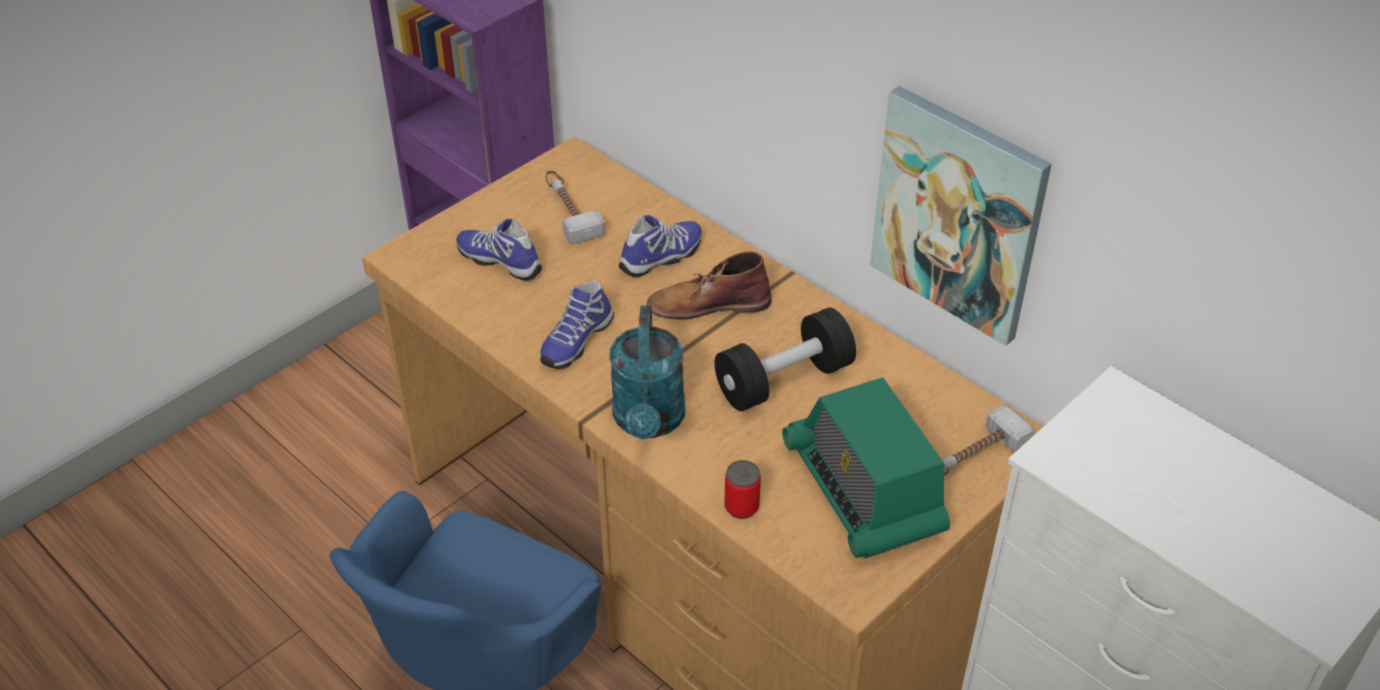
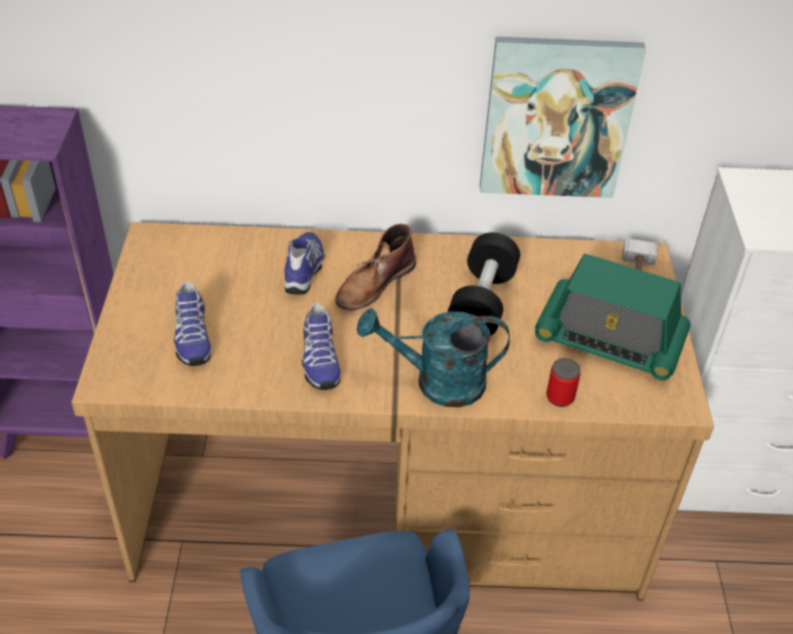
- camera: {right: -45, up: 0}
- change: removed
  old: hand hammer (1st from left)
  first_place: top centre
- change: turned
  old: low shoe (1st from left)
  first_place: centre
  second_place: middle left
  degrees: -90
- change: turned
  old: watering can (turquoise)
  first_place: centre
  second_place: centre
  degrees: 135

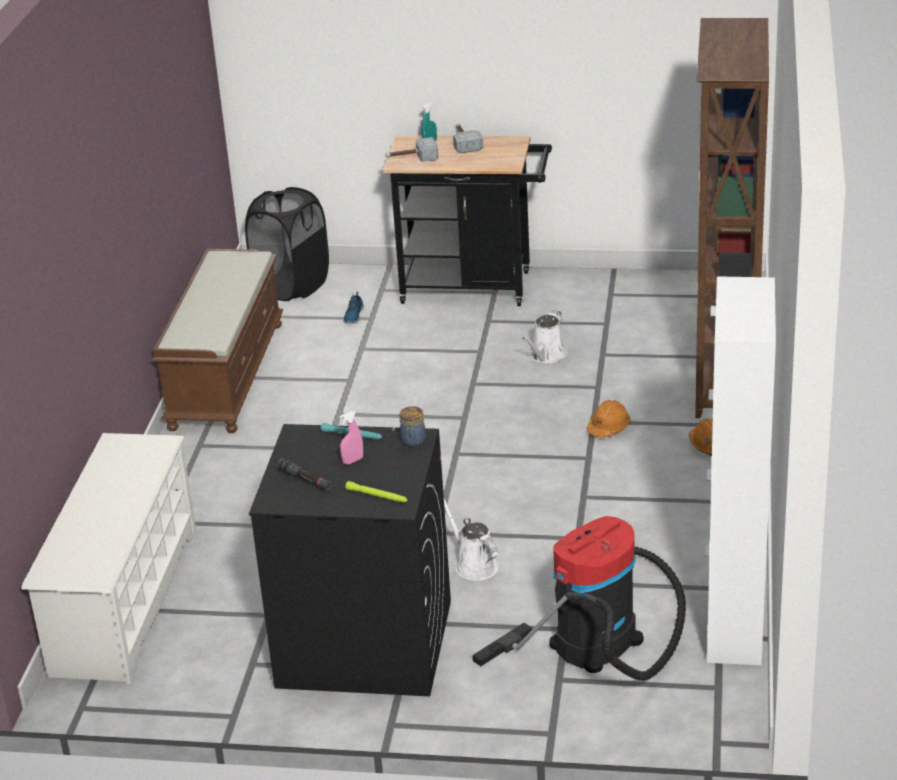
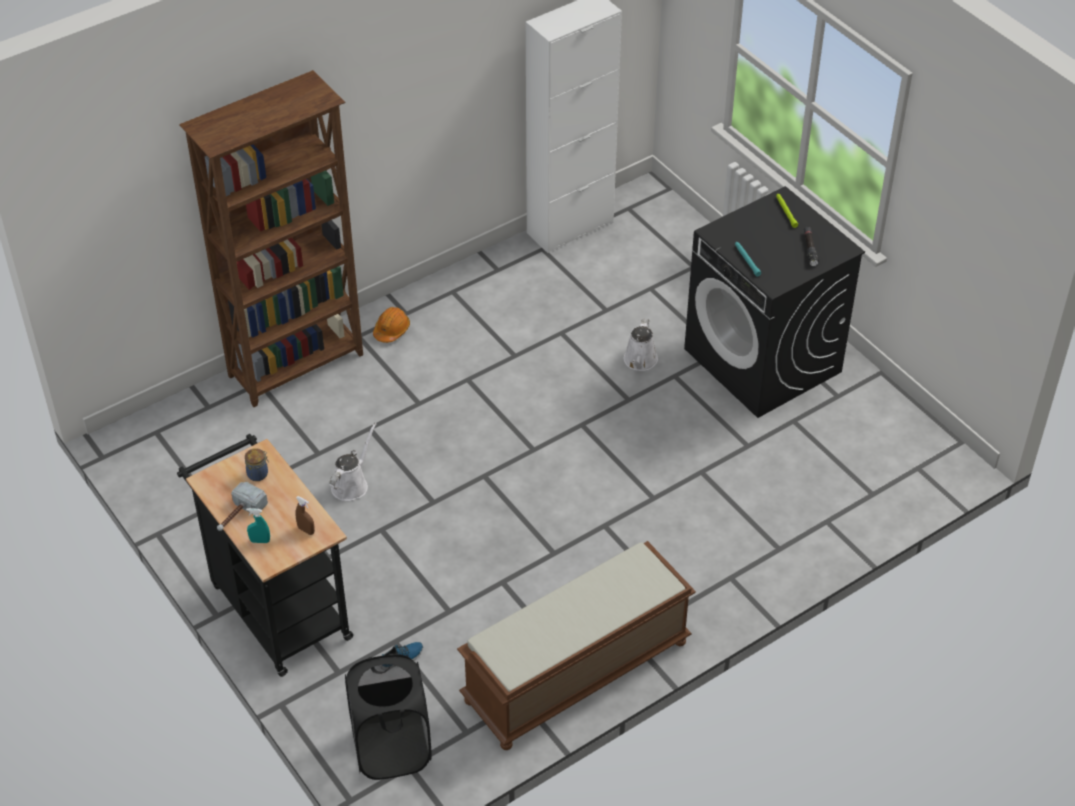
- camera: {right: -135, up: 15}
- change: removed
  old: shoe stand (whitish)
  first_place: bottom left
- change: removed
  old: hand sprayer (pinkish)
  first_place: centre
- change: removed
  old: vacuum
  first_place: bottom centre
- change: removed
  old: hard hat (orange) (1st from left)
  first_place: middle right
- change: moved
  old: jar
  first_place: centre
  second_place: middle left
- change: replaced
  old: hand hammer (1st from left)
  new: hand sprayer (brown-coloured)
  first_place: top centre
  second_place: middle left
- change: turned
  old: watering can (whitish) (2nd from left in the first image)
  first_place: centre
  second_place: middle left
  degrees: -45

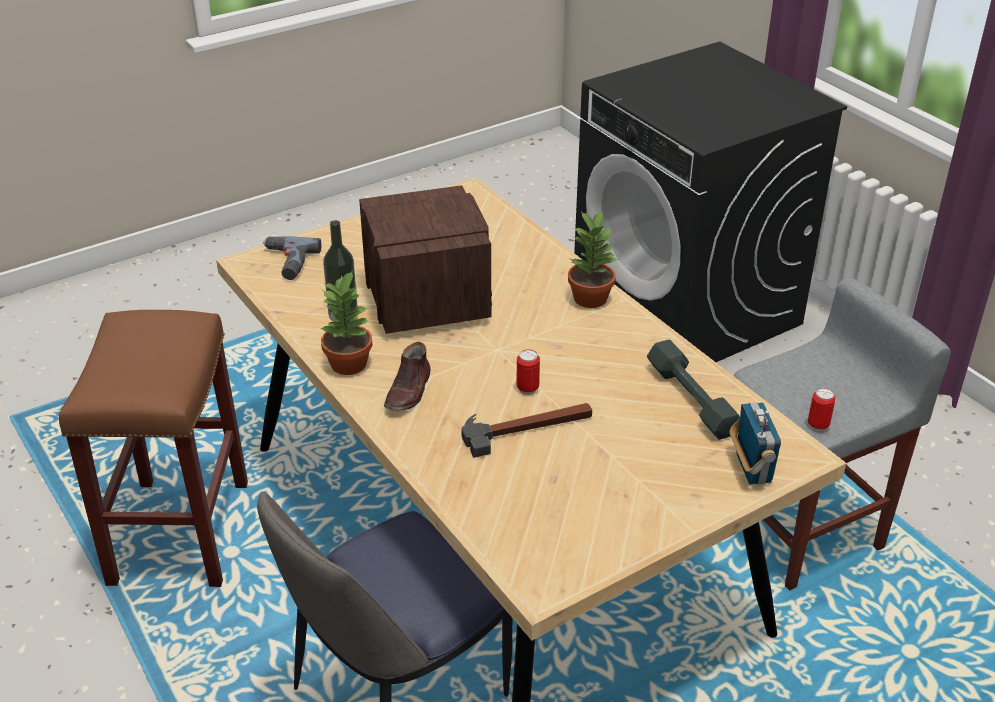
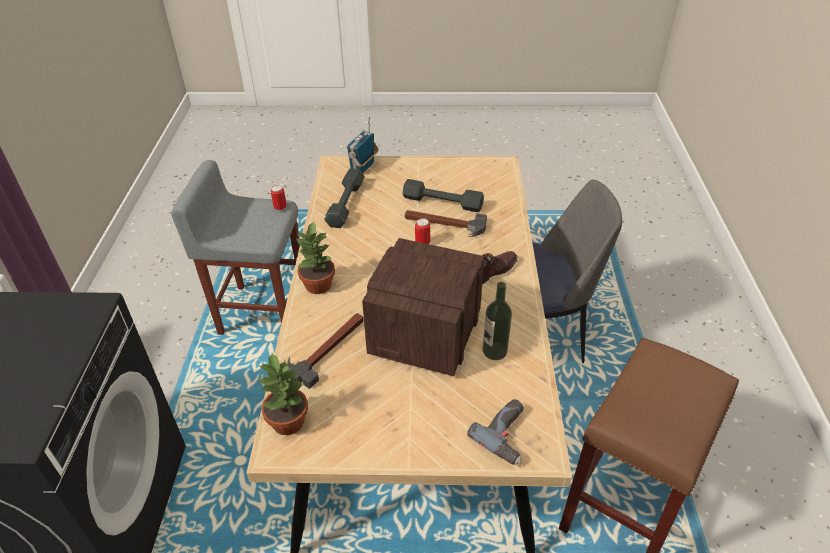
- camera: {right: -145, up: 5}
- change: added
  new: hand hammer (1st from left)
  second_place: centre
- change: added
  new: free weight (greyish) (2nd from left)
  second_place: centre
- change: moved
  old: houseplant (1st from left)
  first_place: centre
  second_place: bottom centre

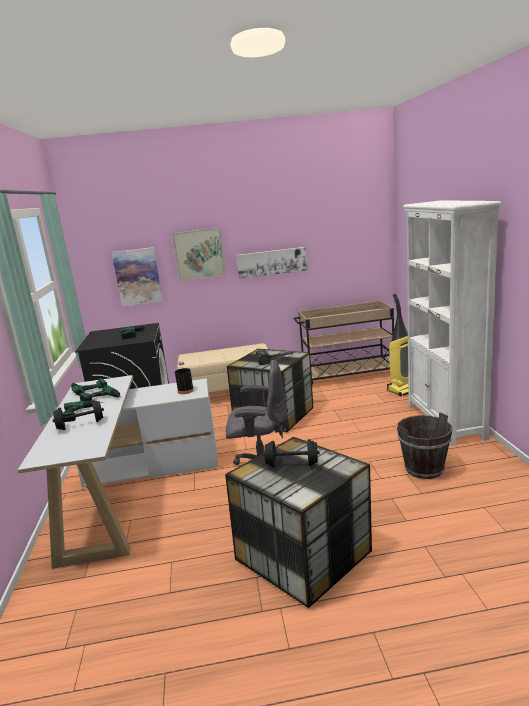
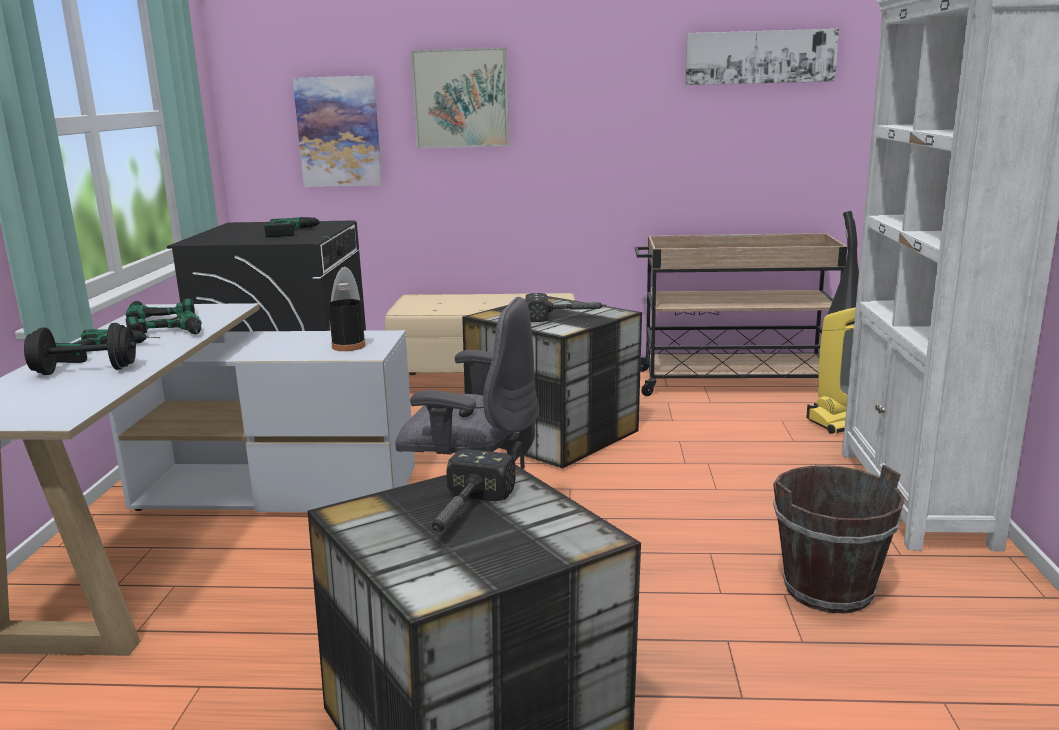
- camera: {right: 10, up: 0}
- change: moved
  old: wall picture (3rd from left)
  first_place: centre
  second_place: top right
- change: replaced
  old: free weight (blackish) (2nd from left)
  new: hand hammer (1st from left)
  first_place: centre
  second_place: bottom centre

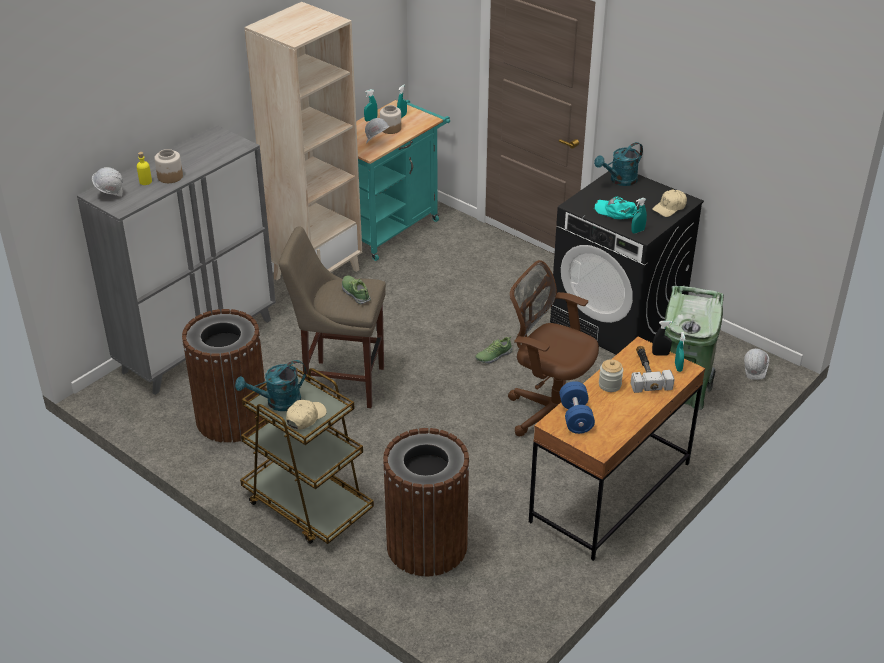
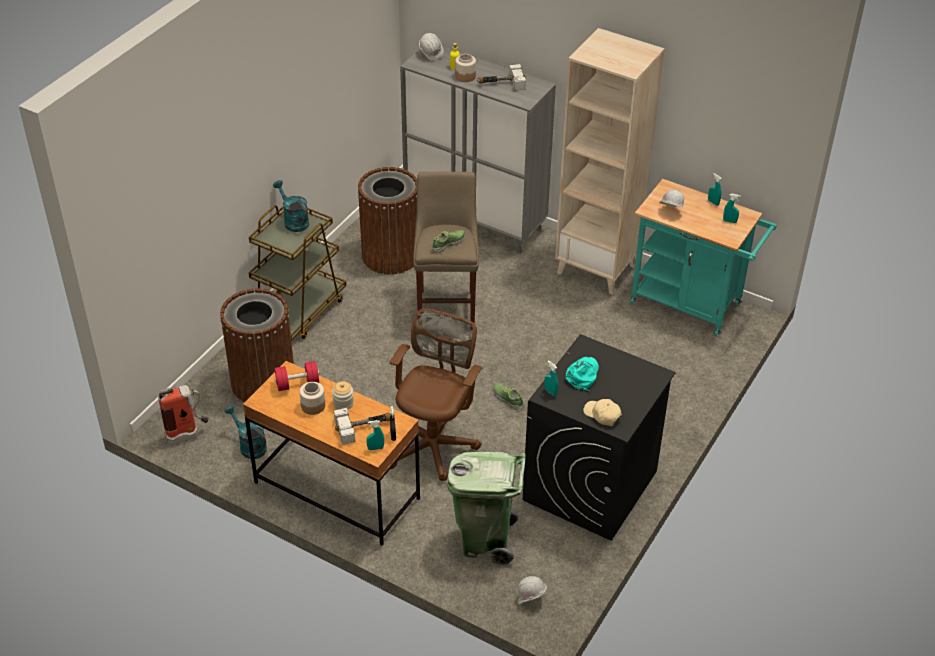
- camera: {right: 80, up: 5}
- change: removed
  old: cap (sand-coloured) (1st from left)
  first_place: centre
- change: added
  new: fire-fighting cylinder
  second_place: middle left
- change: added
  new: hand hammer (2nd from left)
  second_place: top centre
- change: moved
  old: jar (2nd from left in the first image)
  new: jar (1st from left)
  first_place: top centre
  second_place: centre
- change: moved
  old: watering can (turquoise) (2nd from left in the first image)
  new: watering can (turquoise) (1st from left)
  first_place: top right
  second_place: middle left
- change: recoloured
  old: free weight (bluish)
  new: free weight (red-coloured)
  first_place: centre
  second_place: middle left

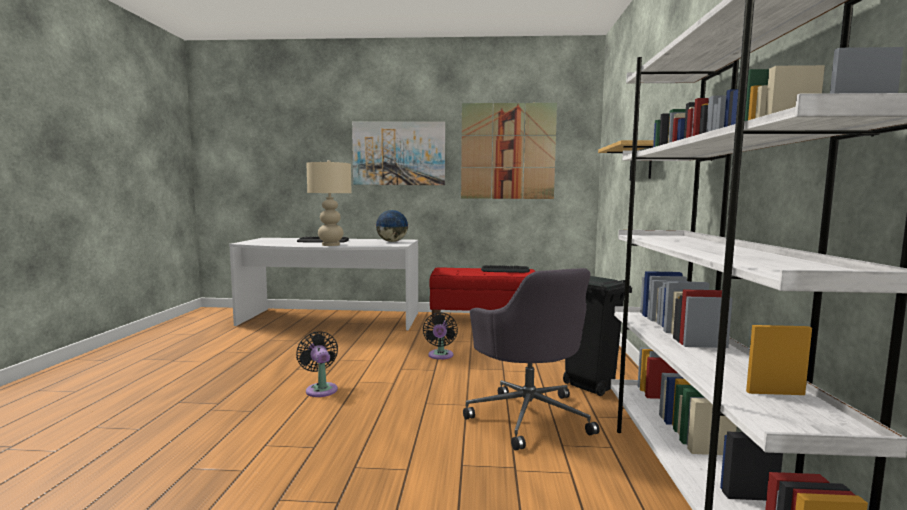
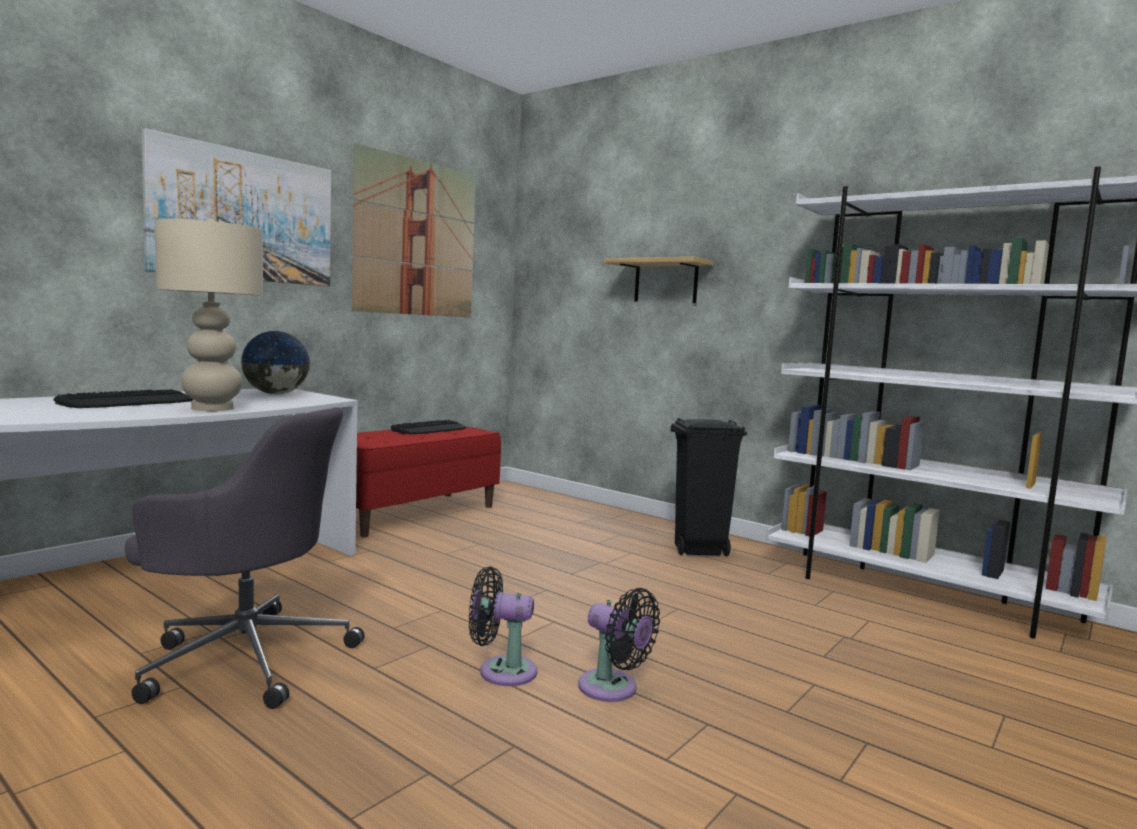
- camera: {right: -55, up: 0}
- change: moved
  old: fan (blackish) (2nd from left)
  first_place: centre
  second_place: bottom centre
- change: moved
  old: computer chair (greyish)
  first_place: bottom centre
  second_place: bottom left

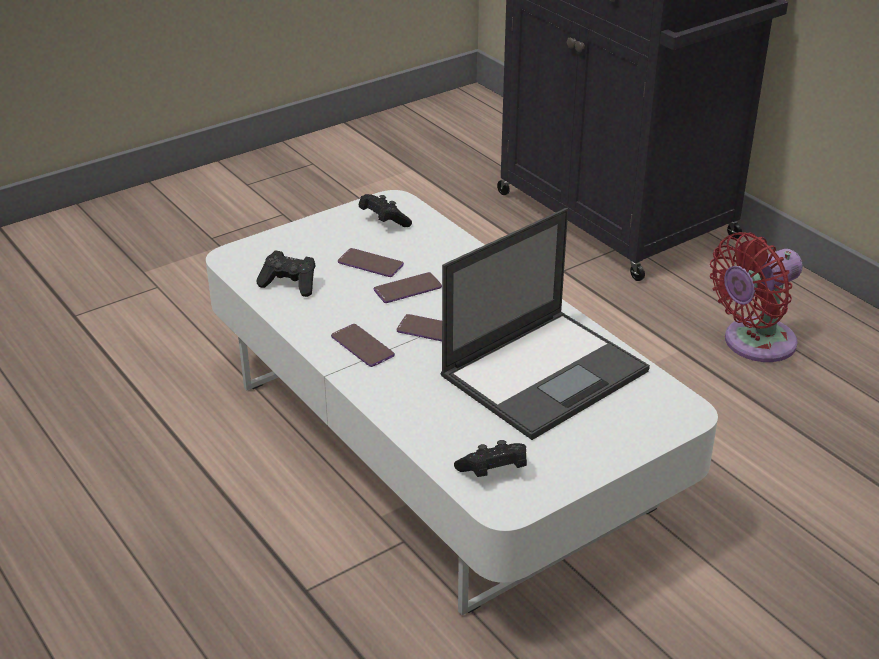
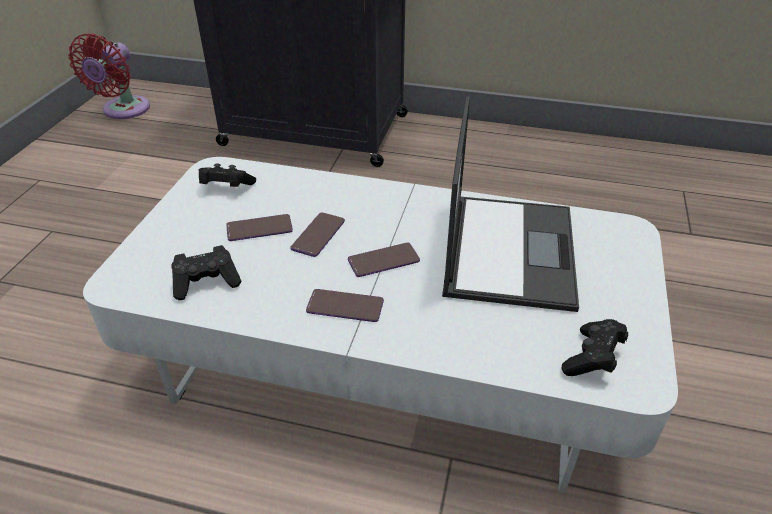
- camera: {right: -40, up: 5}
- change: moved
  old: fan (red-coloured)
  first_place: middle right
  second_place: top left

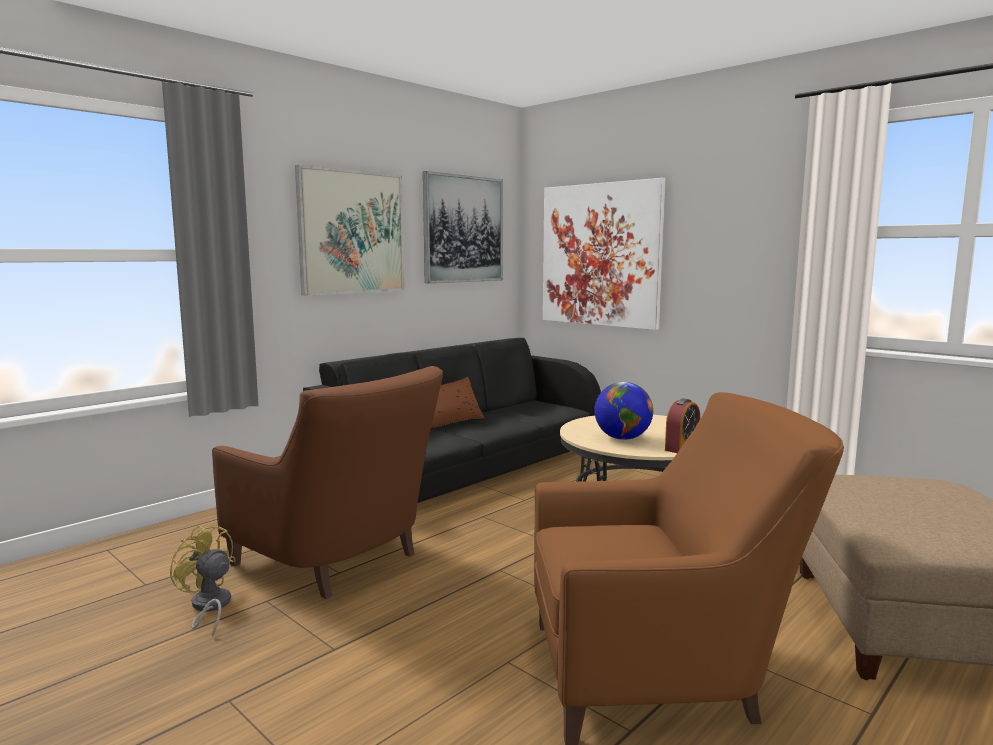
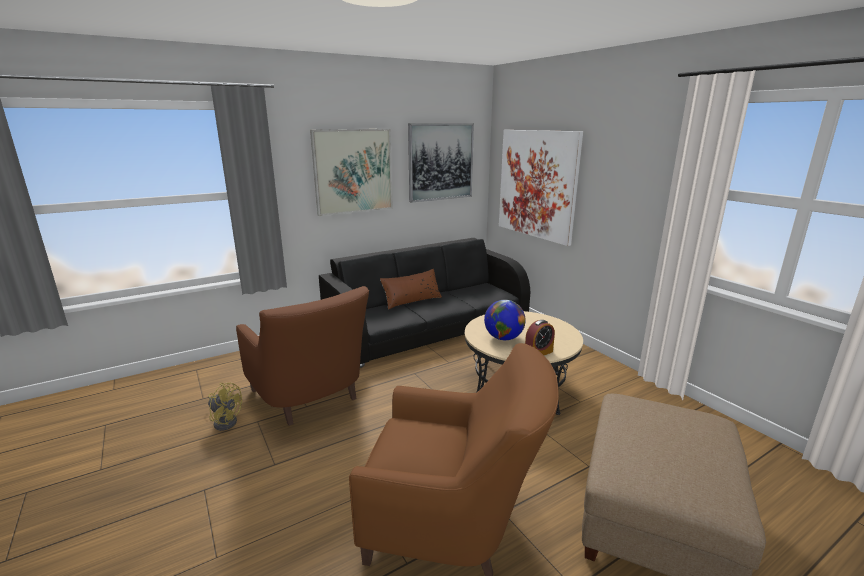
- camera: {right: 15, up: 10}
- change: turned
  old: fan (yellow)
  first_place: bottom left
  second_place: bottom left
  degrees: 150

